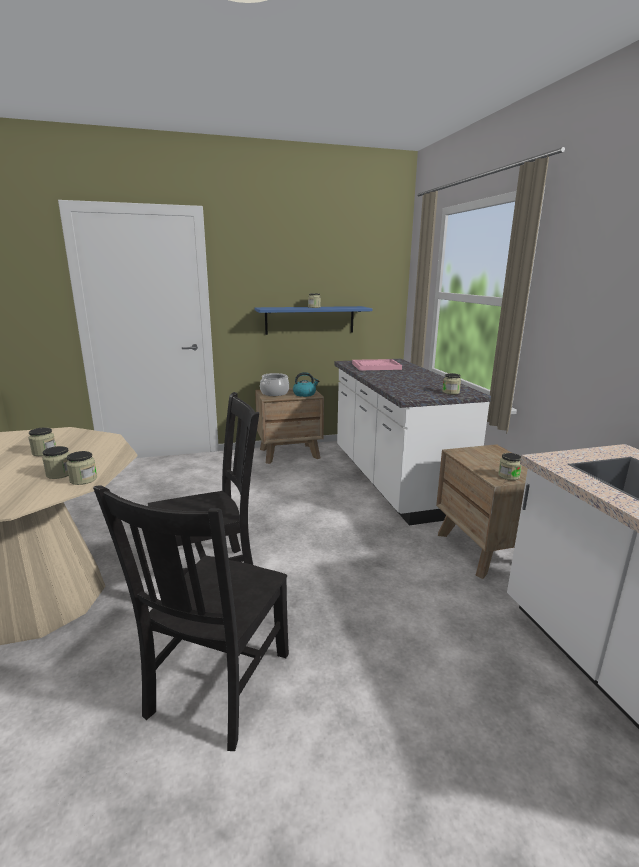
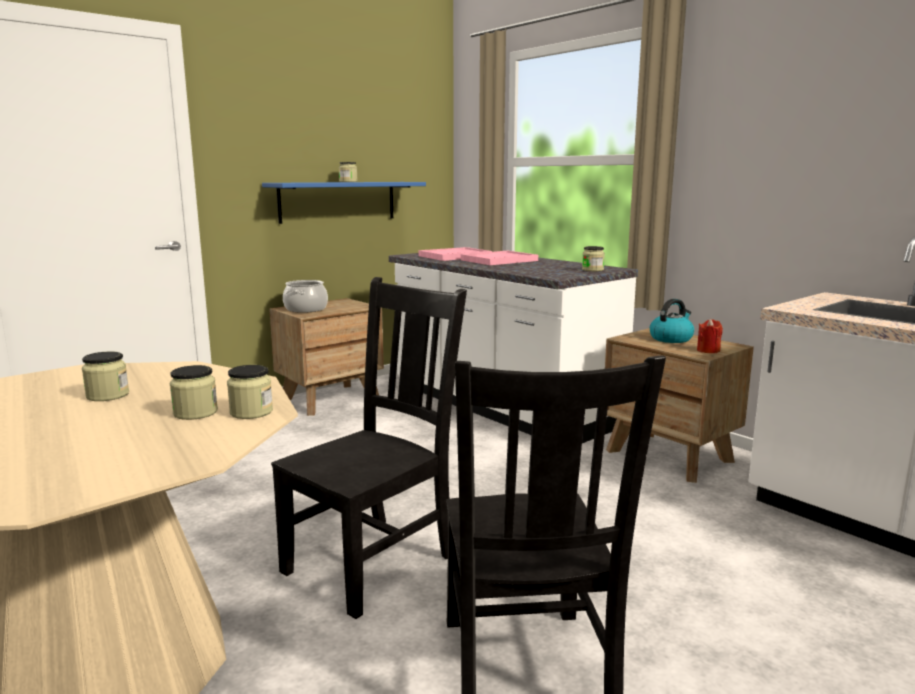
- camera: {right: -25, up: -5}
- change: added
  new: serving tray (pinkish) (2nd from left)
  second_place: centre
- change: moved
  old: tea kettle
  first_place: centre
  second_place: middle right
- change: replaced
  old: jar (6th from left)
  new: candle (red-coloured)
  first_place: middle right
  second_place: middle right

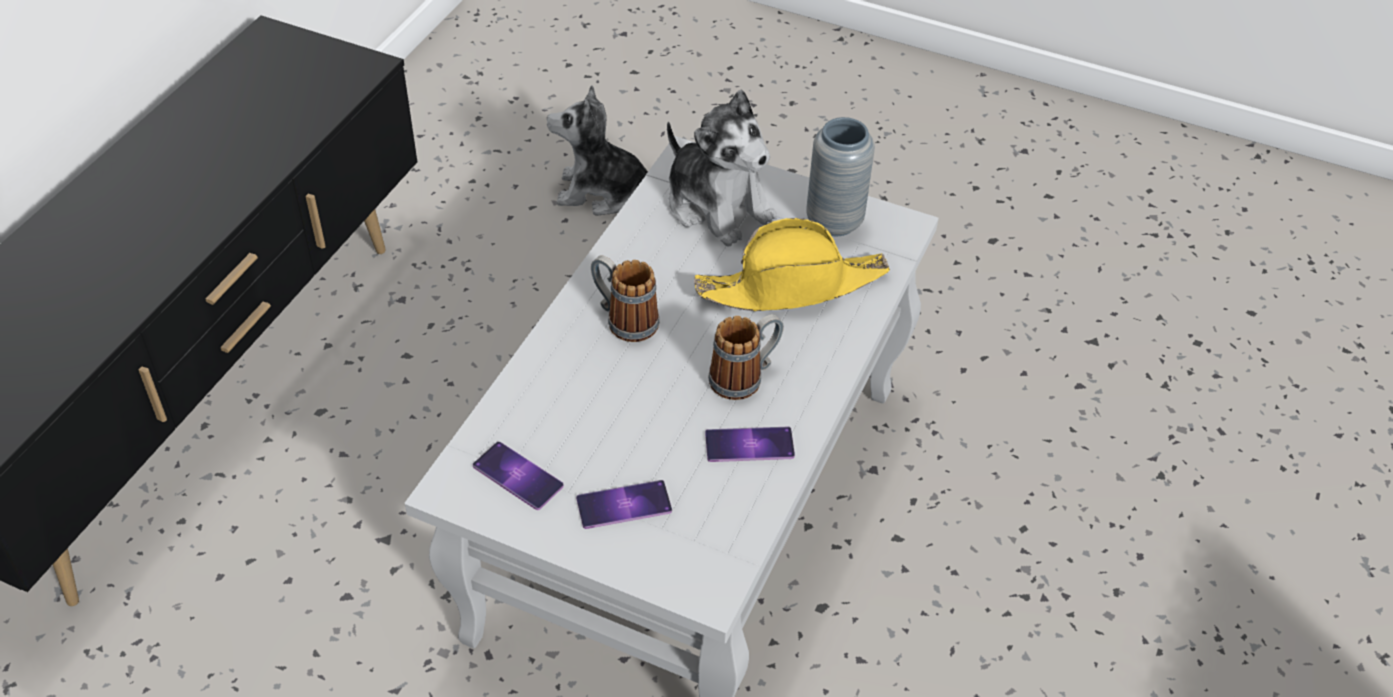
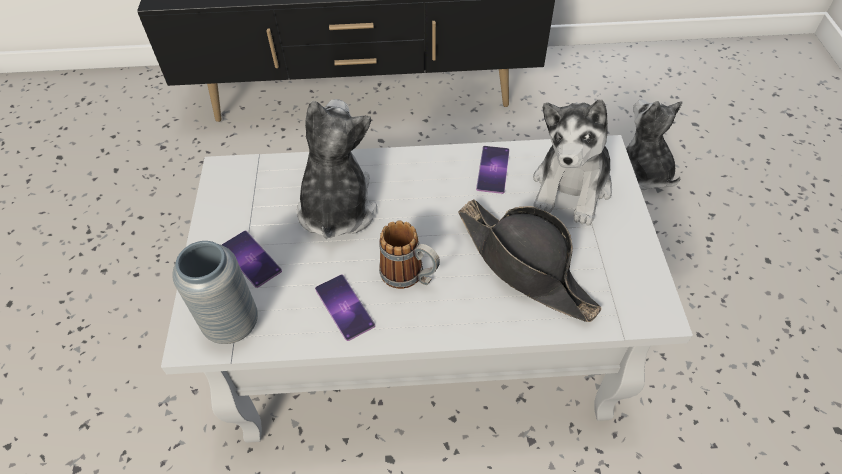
- camera: {right: 65, up: 5}
- change: removed
  old: coffee mug (1st from left)
  first_place: centre
- change: added
  new: soft toy (1st from left)
  second_place: centre
- change: moved
  old: phone (1st from left in the first image)
  new: phone (3rd from left)
  first_place: bottom centre
  second_place: centre
- change: moved
  old: vase (greyish)
  first_place: top centre
  second_place: middle left
- change: recoloured
  old: wearable hat (yellow)
  new: wearable hat (blackish)
  first_place: centre
  second_place: centre

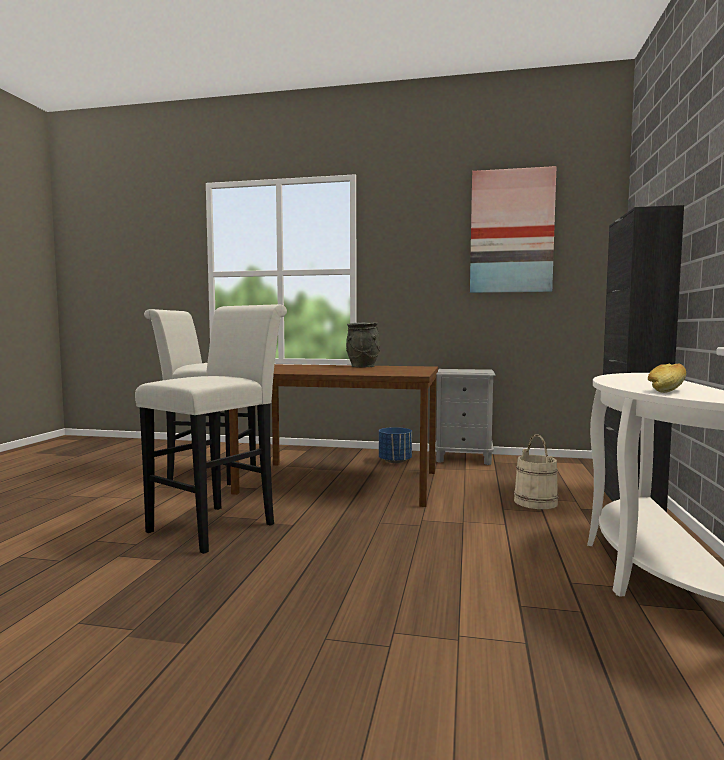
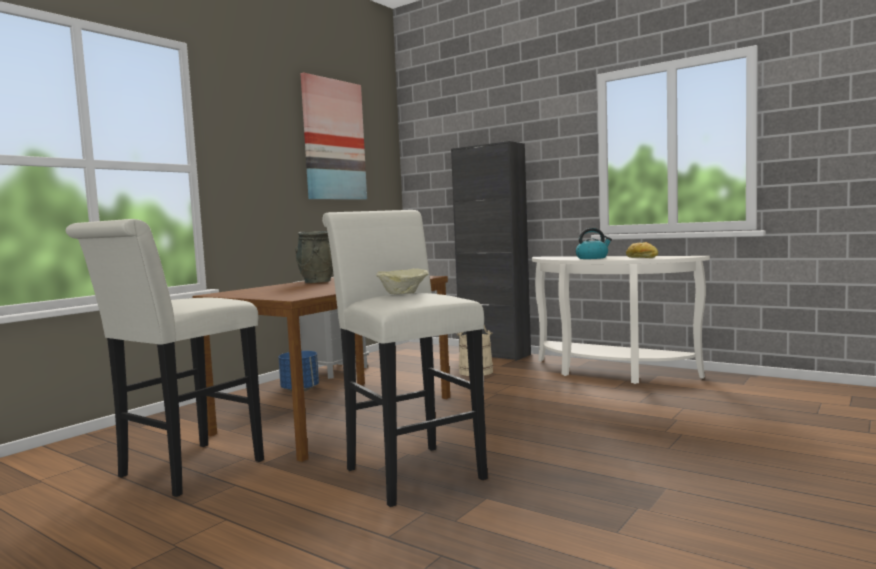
- camera: {right: -65, up: 0}
- change: added
  new: bowl (sand-coloured)
  second_place: centre
- change: added
  new: tea kettle
  second_place: middle right

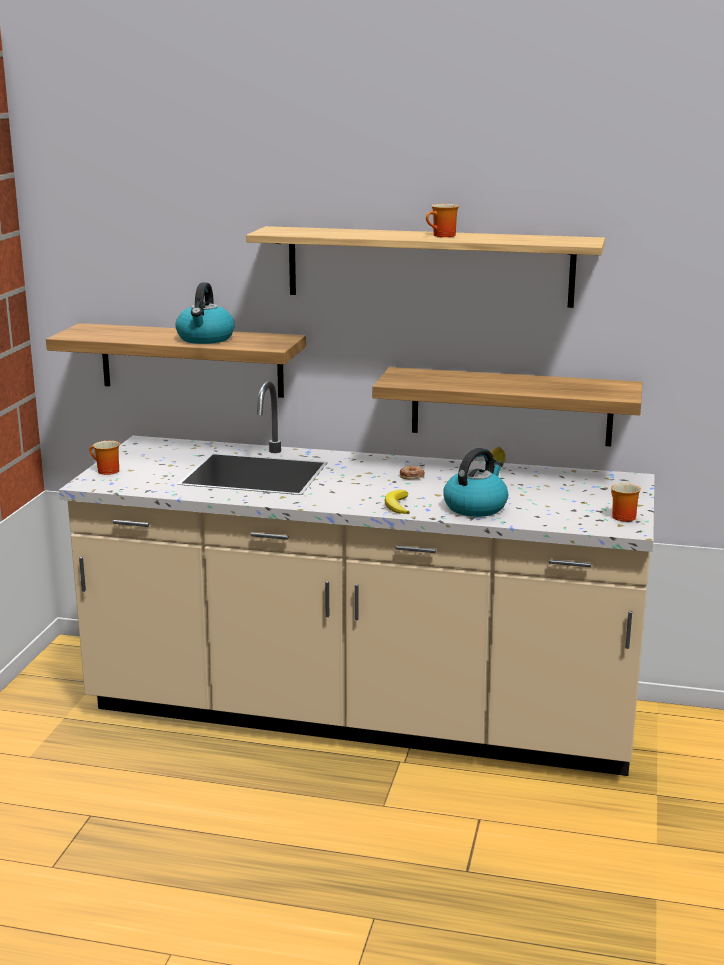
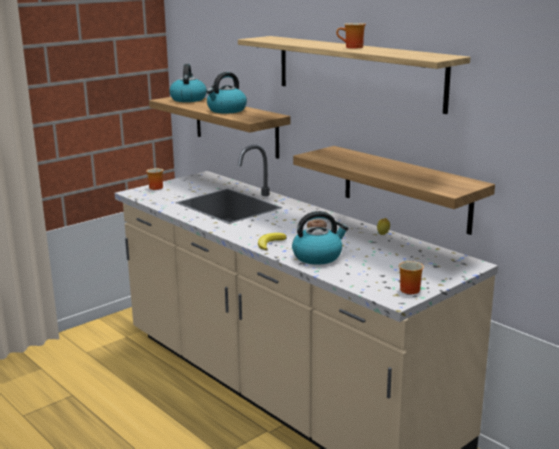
- camera: {right: 35, up: 0}
- change: added
  new: tea kettle (1st from left)
  second_place: top centre

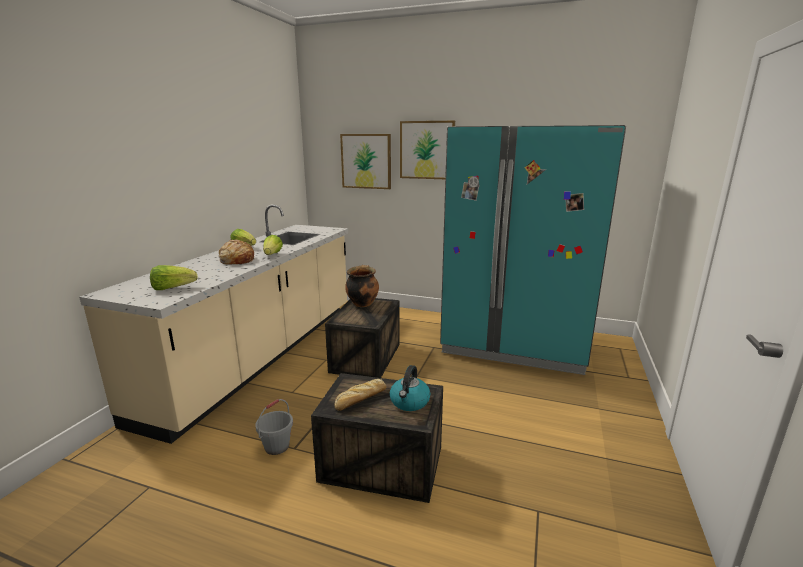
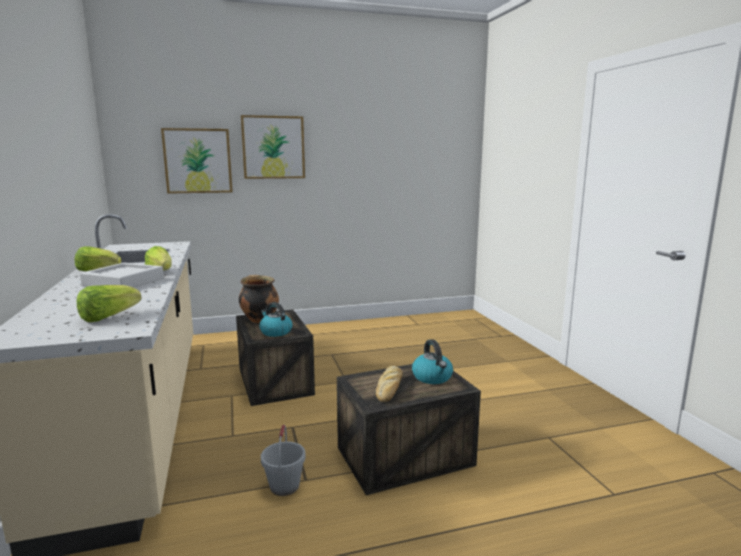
- camera: {right: -35, up: -5}
- change: removed
  old: fridge (turquoise)
  first_place: centre
- change: added
  new: tea kettle (1st from left)
  second_place: centre
- change: replaced
  old: bakery bread (1st from left)
  new: serving tray (greyish)
  first_place: middle left
  second_place: middle left

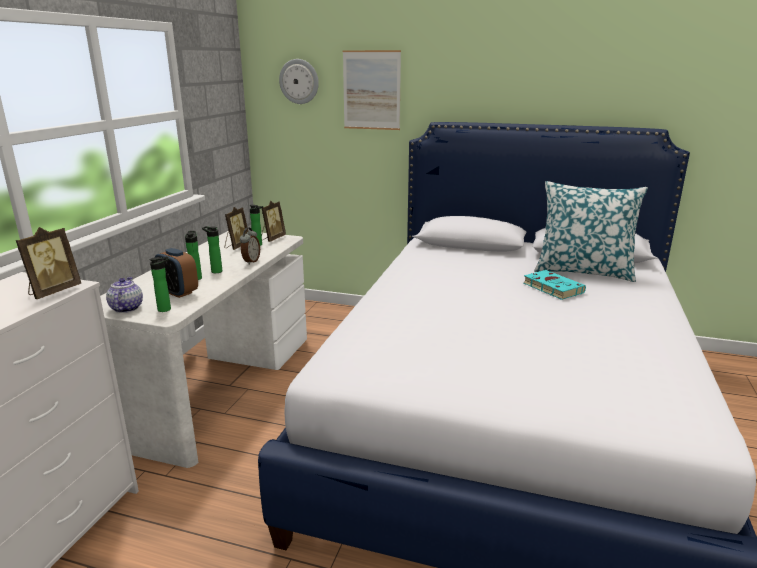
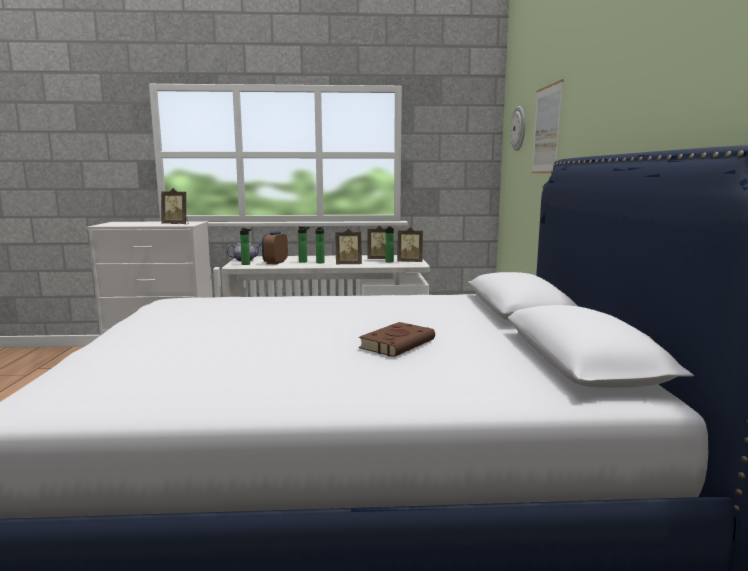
- camera: {right: 70, up: -10}
- change: removed
  old: pillow
  first_place: middle right
- change: replaced
  old: bedside clock (2nd from left)
  new: photo frame (2nd from left)
  first_place: middle left
  second_place: centre
- change: recoloured
  old: book (turquoise)
  new: book (brown-coloured)
  first_place: middle right
  second_place: centre

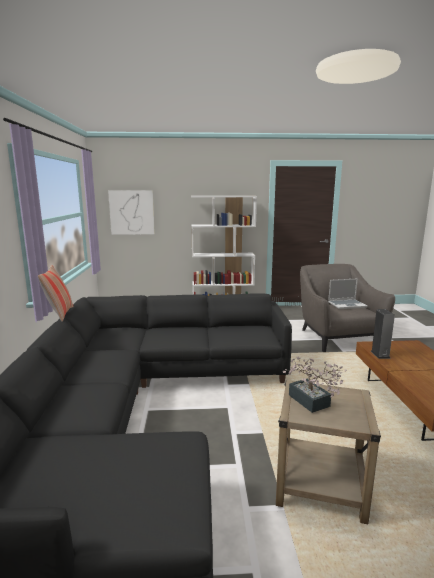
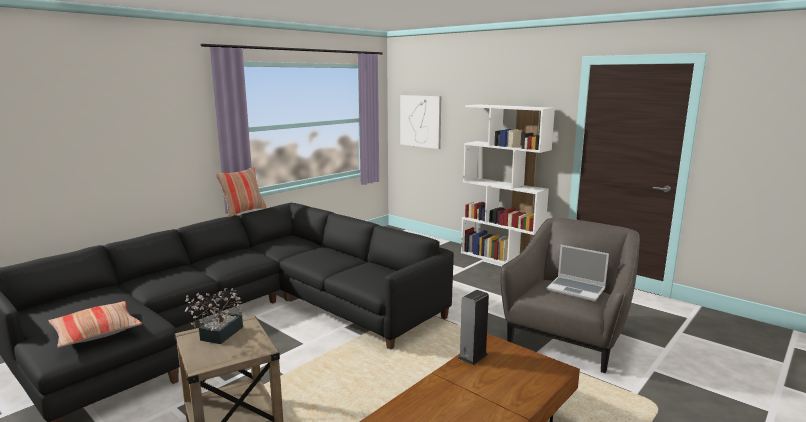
- camera: {right: 45, up: 0}
- change: added
  new: pillow (1st from left)
  second_place: bottom left

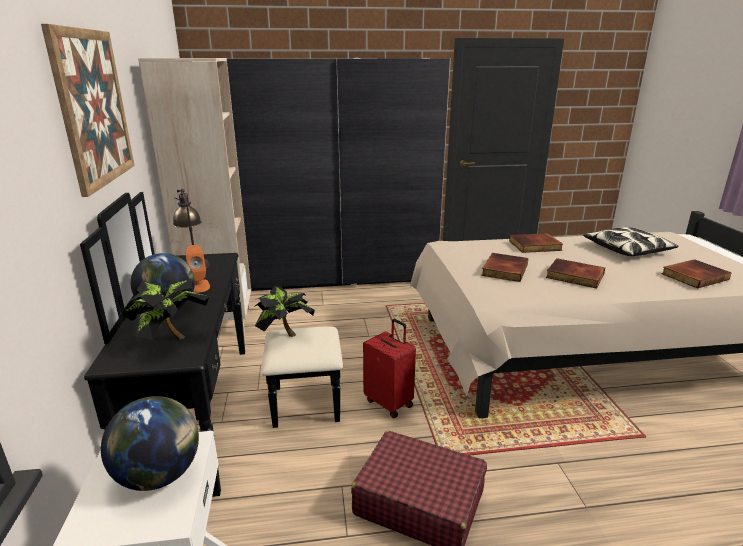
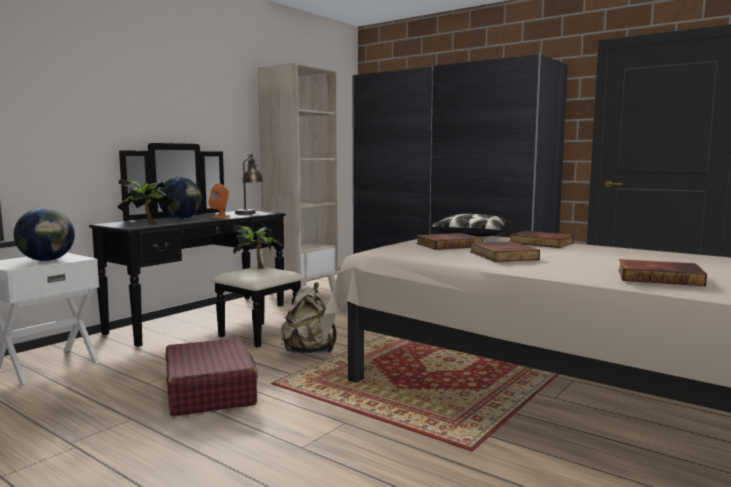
- camera: {right: 45, up: -15}
- change: removed
  old: wall picture
  first_place: top left
- change: moved
  old: pillow
  first_place: middle right
  second_place: centre
- change: replaced
  old: suitcase (red-coloured) (1st from left)
  new: rucksack (sand-coloured)
  first_place: bottom centre
  second_place: centre

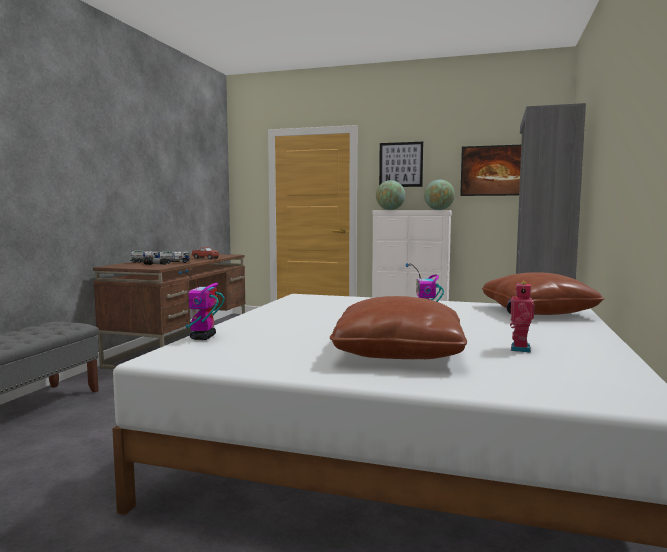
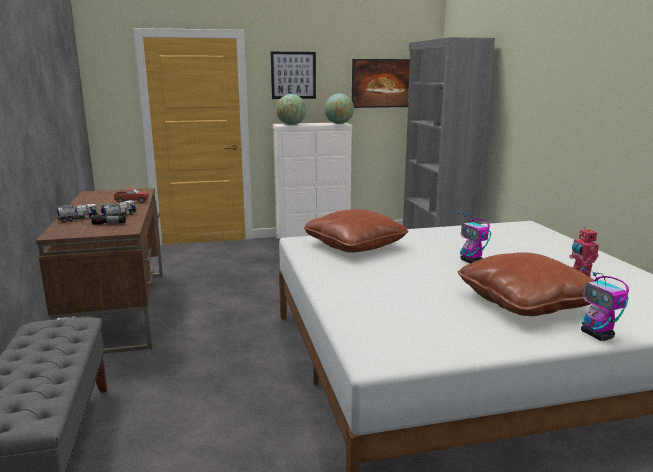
- camera: {right: -30, up: 10}
- change: moved
  old: robot figure (1st from left in the first image)
  new: robot figure (3rd from left)
  first_place: middle left
  second_place: middle right
- change: moved
  old: pillow (brown-coloured) (2nd from left in the first image)
  new: pillow (brown-coloured) (1st from left)
  first_place: middle right
  second_place: centre

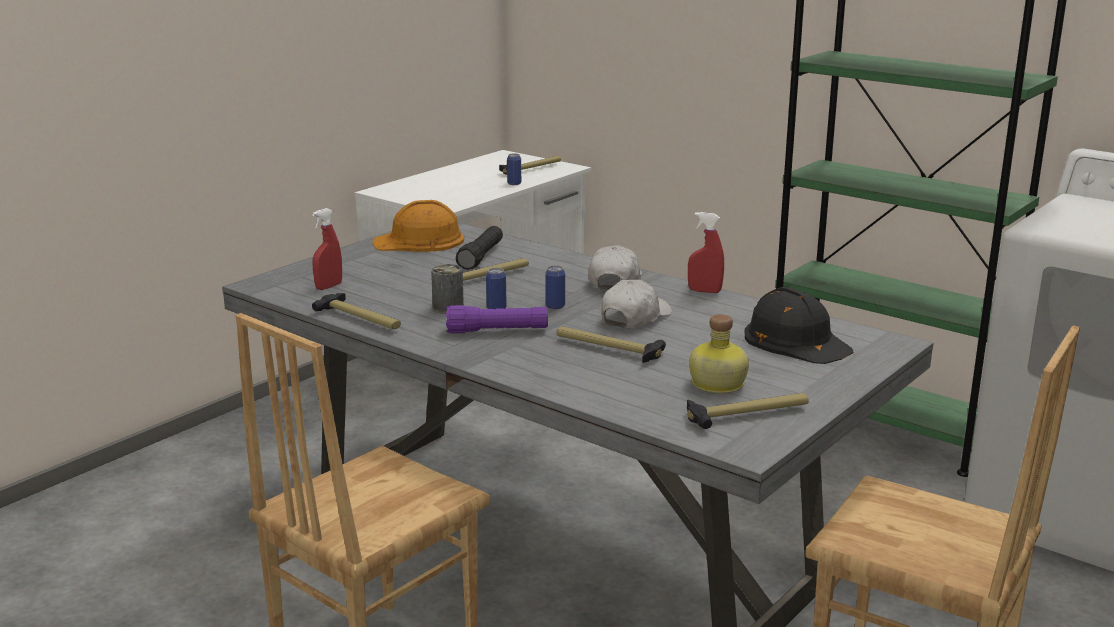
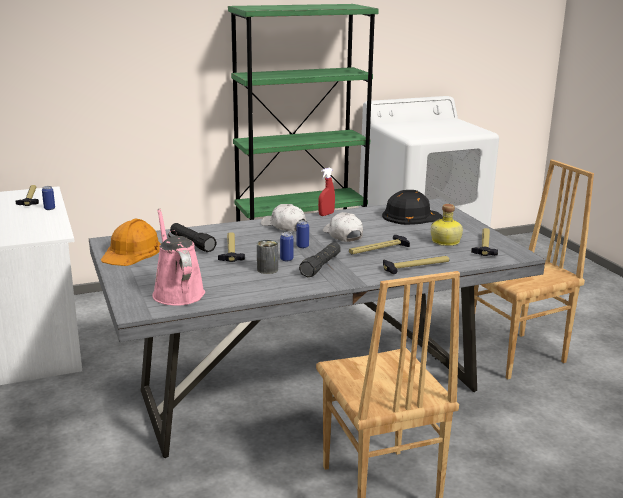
- camera: {right: -60, up: 0}
- change: moved
  old: hand hammer (1st from left in the first image)
  new: hand hammer (4th from left)
  first_place: middle left
  second_place: middle right
- change: replaced
  old: hand sprayer (red-coloured) (1st from left)
  new: watering can (pinkish)
  first_place: middle left
  second_place: middle left
- change: recoloured
  old: torch (purple)
  new: torch (blackish) (2nd from left)
  first_place: centre
  second_place: centre

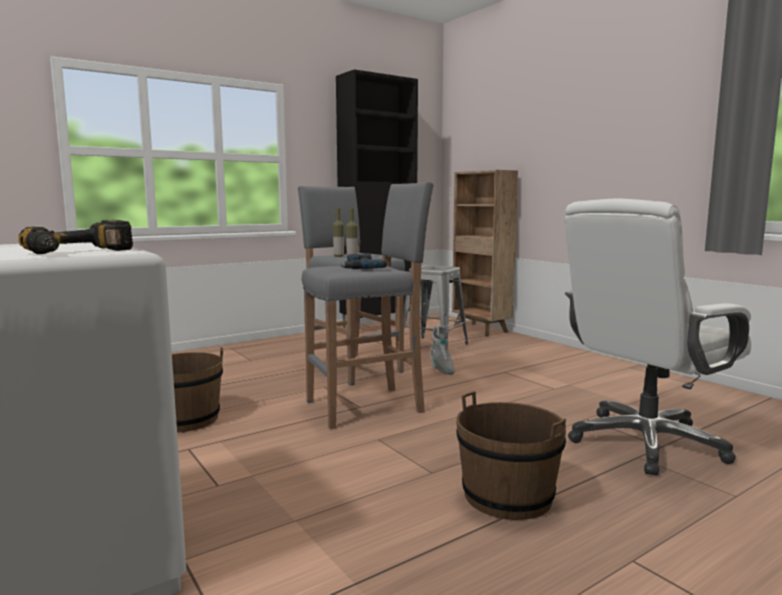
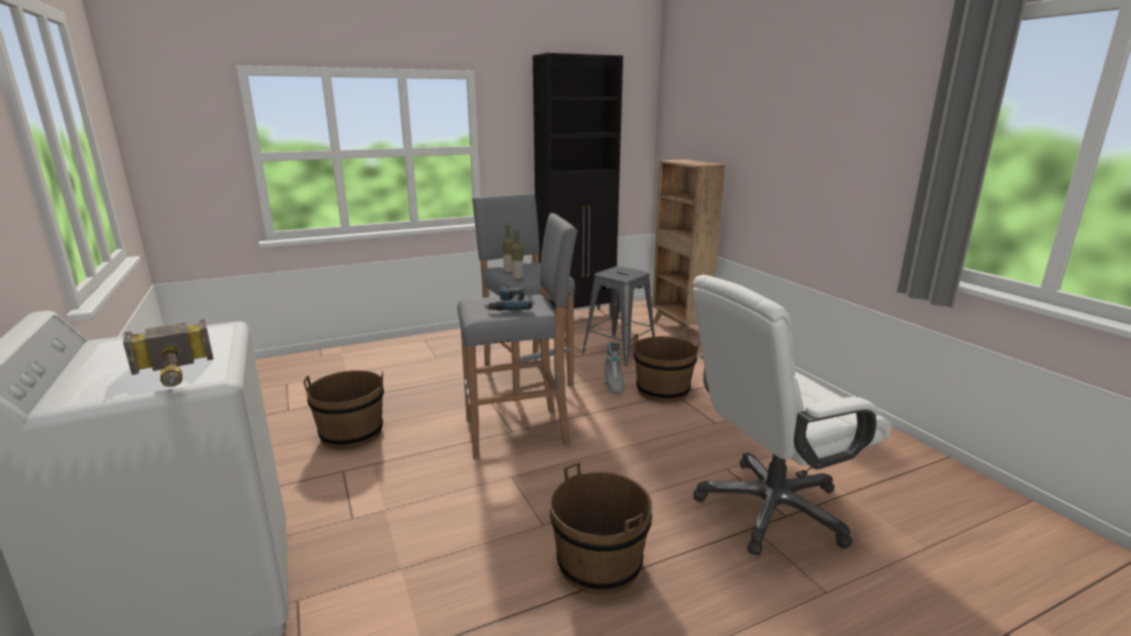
- camera: {right: 10, up: 10}
- change: added
  new: water bucket (brown-coloured) (3rd from left)
  second_place: centre
- change: replaced
  old: power drill (1st from left)
  new: hand hammer
  first_place: middle left
  second_place: middle left

